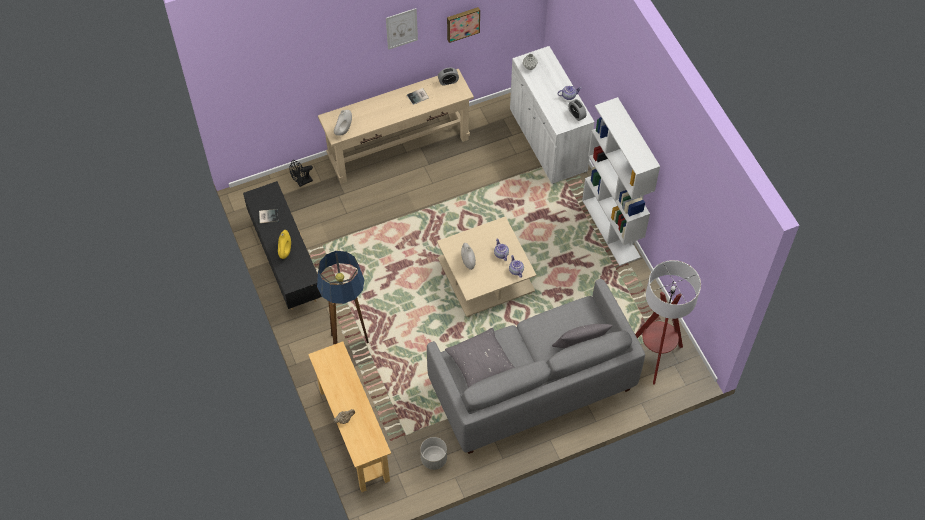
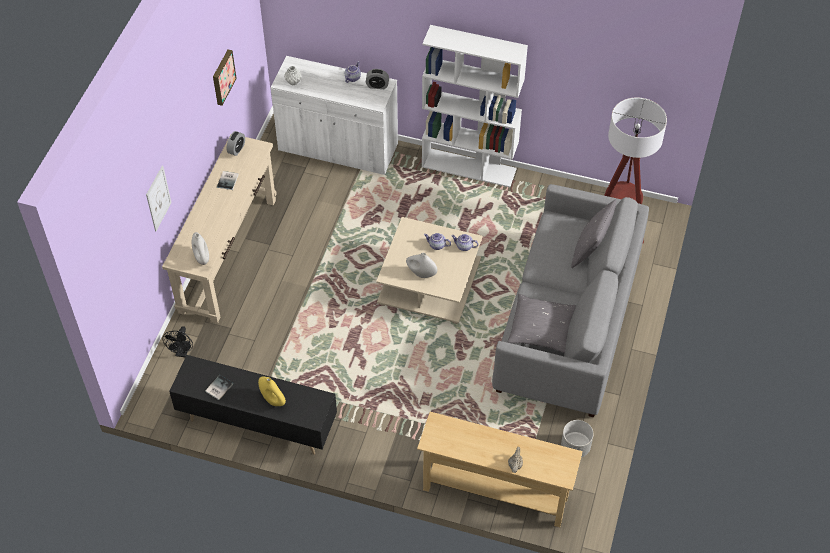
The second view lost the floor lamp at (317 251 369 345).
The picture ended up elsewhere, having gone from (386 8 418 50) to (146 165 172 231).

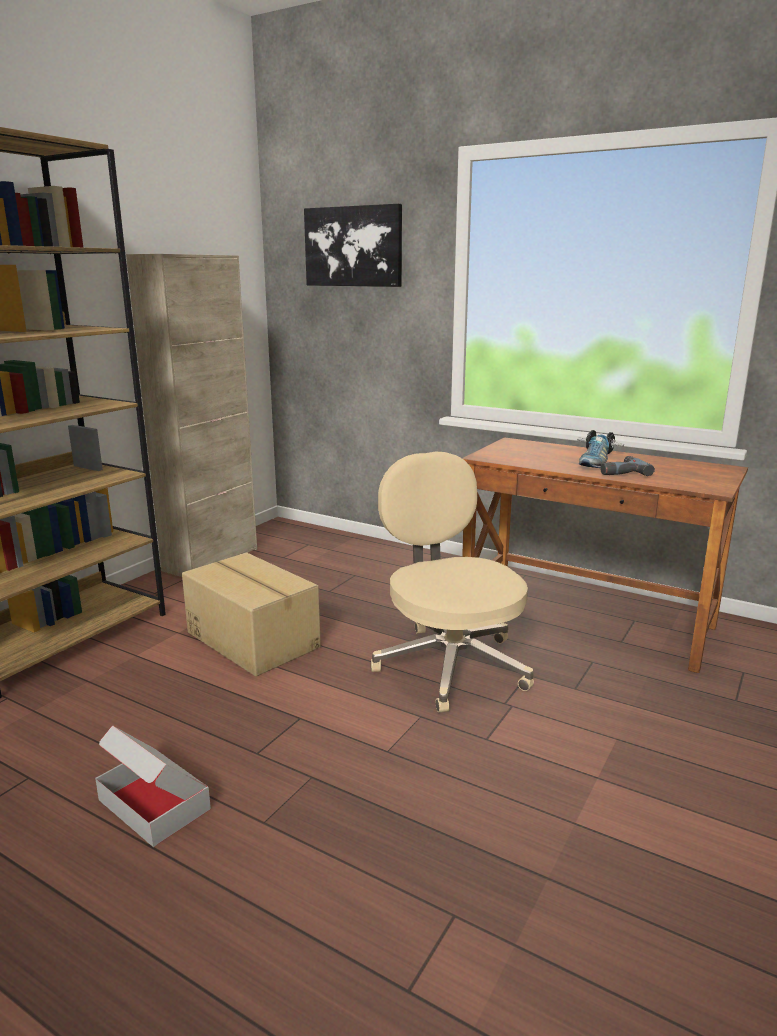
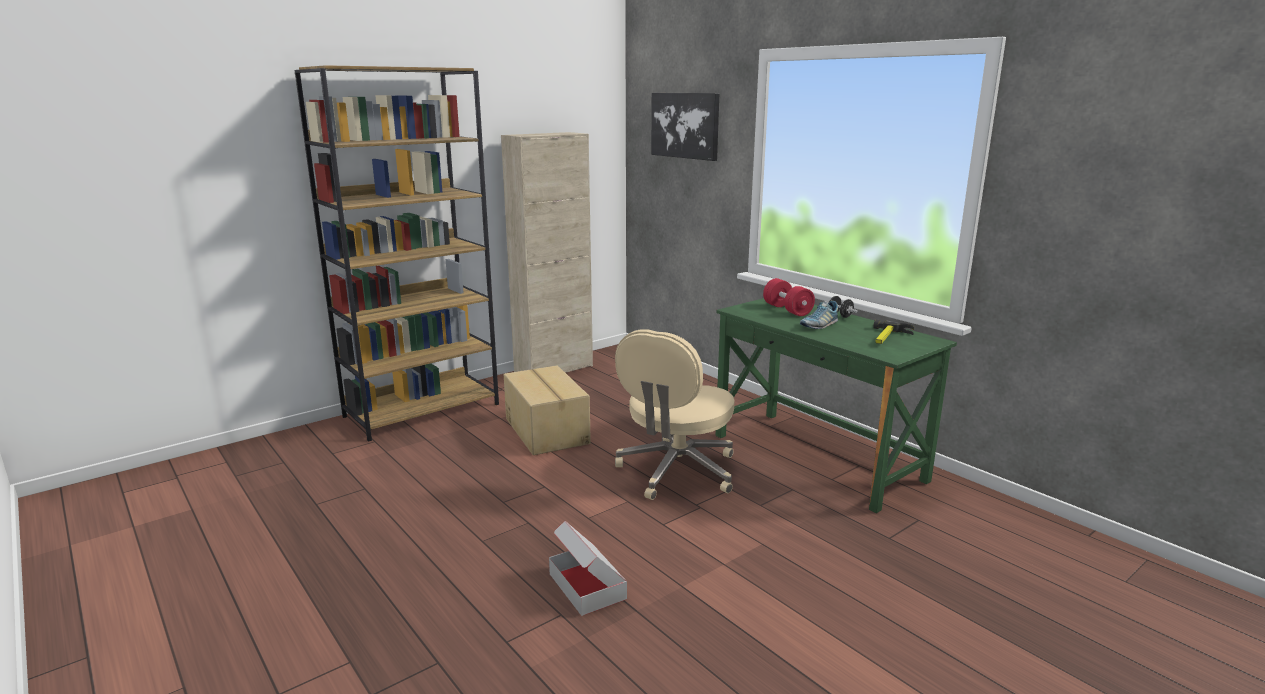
The cardboard box ended up elsewhere, having gone from (95 725 211 847) to (549 521 627 616).
The beige office chair at (371 452 534 713) ended up facing another way, 150 degrees counterclockwise from before.
What was the brown desk at (462 437 748 673) turned into the green desk at (716 298 957 513).
The second view lost the power drill at (601 456 655 476).
The second view gained the red dumbbell at (763 278 815 316).
The second view gained the hammer at (874 319 914 344).

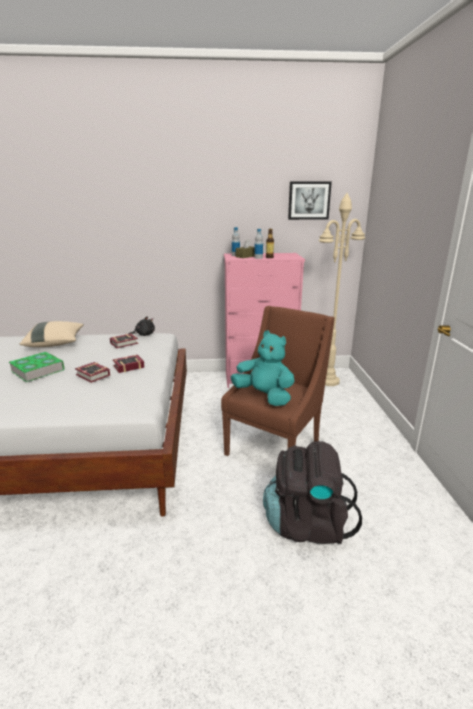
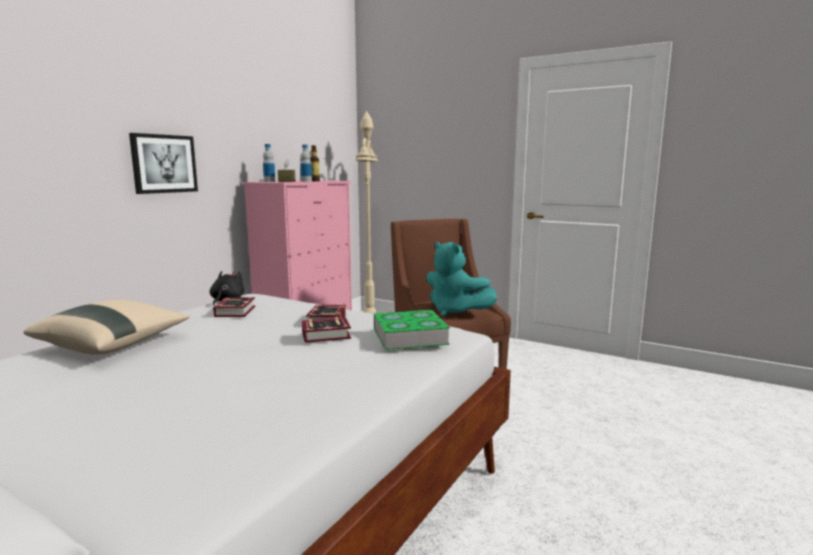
The book ended up elsewhere, having gone from (9 352 65 382) to (374 310 450 350).
The turquoise plush toy at (231 331 294 406) ended up facing another way, 120 degrees counterclockwise from before.
The second view lost the black backpack at (263 441 362 544).
The picture ended up elsewhere, having gone from (288 181 332 220) to (129 133 198 194).

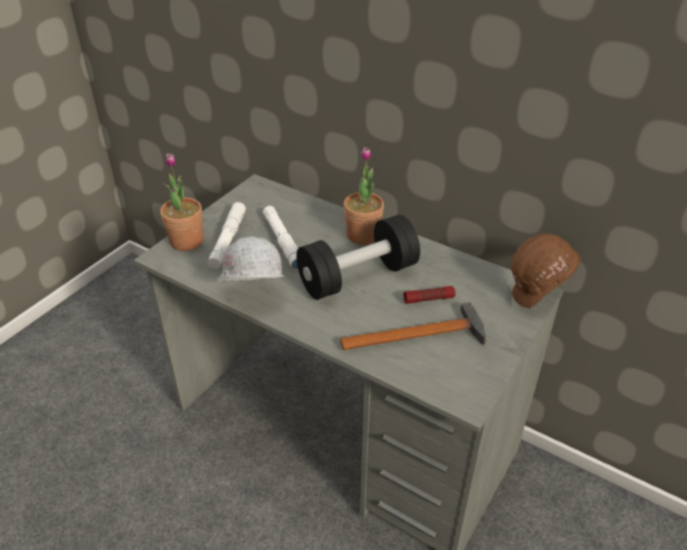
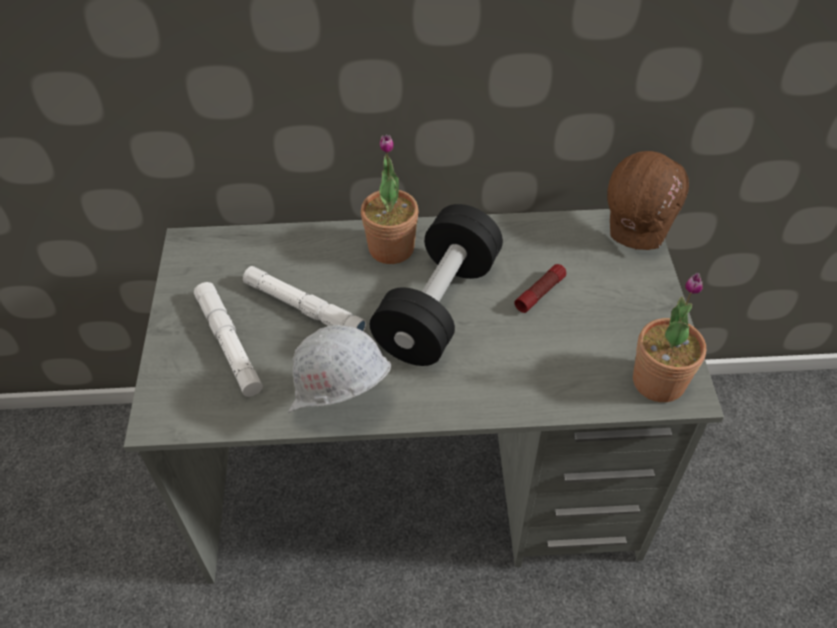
The potted plant ended up elsewhere, having gone from (160 154 203 251) to (633 273 706 402).
The second view lost the hammer at (340 302 486 350).

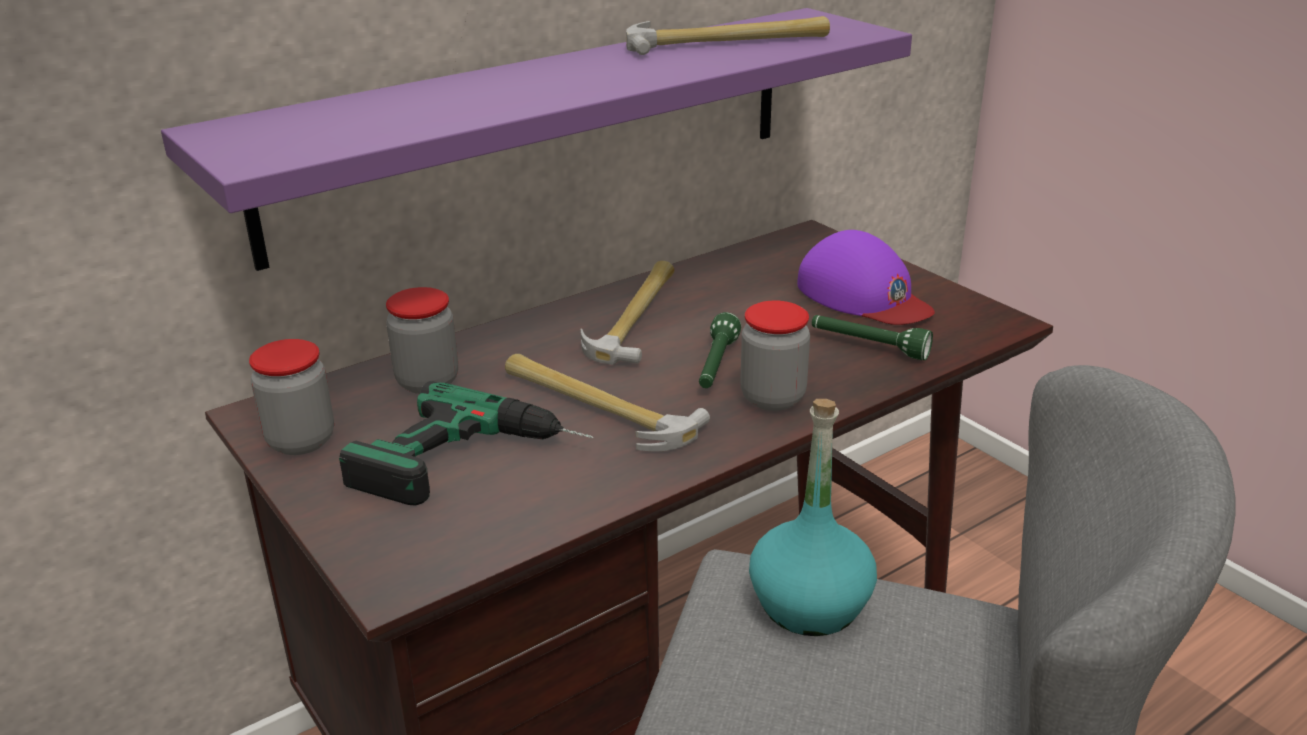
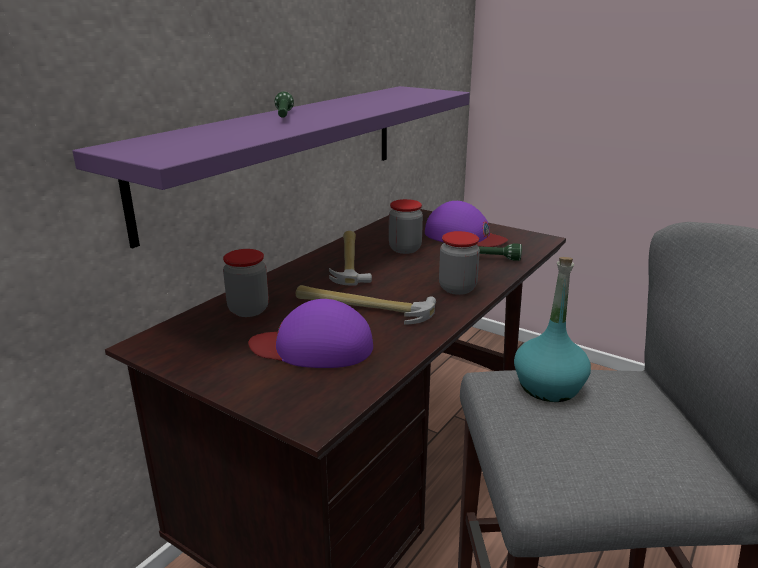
The jar ended up elsewhere, having gone from (249 339 334 455) to (389 199 423 254).
Where the power drill stood at (339 381 594 505), the purple cap came to stand at (249 299 373 368).
The second view lost the hammer at (626 16 830 55).
The green flashlight ended up elsewhere, having gone from (699 312 741 388) to (275 91 294 118).

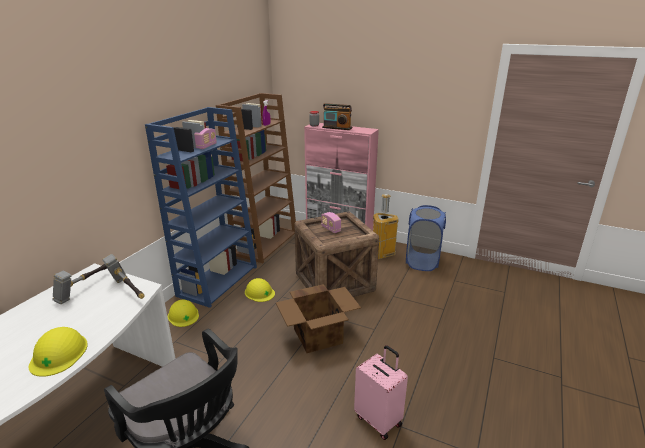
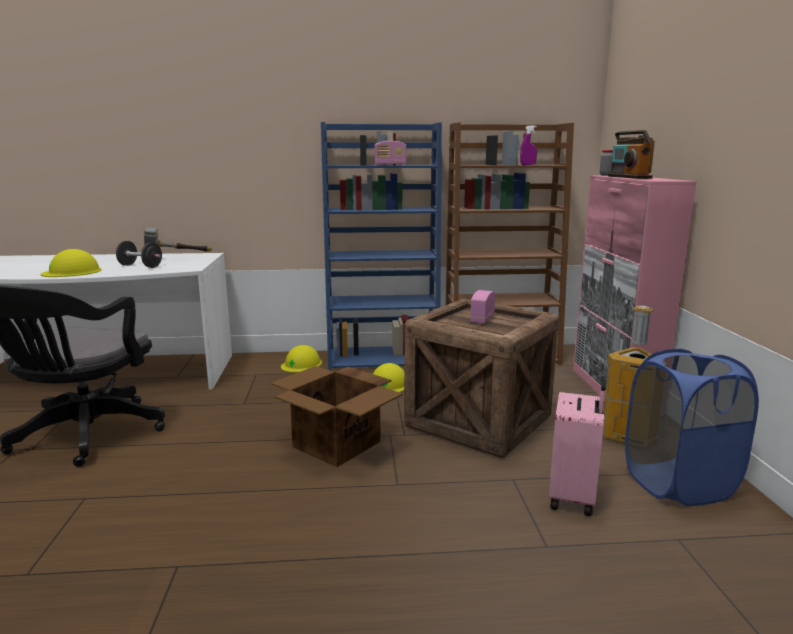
The second view lost the hammer at (102 254 144 299).
The pink suitcase ended up elsewhere, having gone from (354 345 408 440) to (549 376 606 516).
The second view gained the black dumbbell at (116 241 162 268).

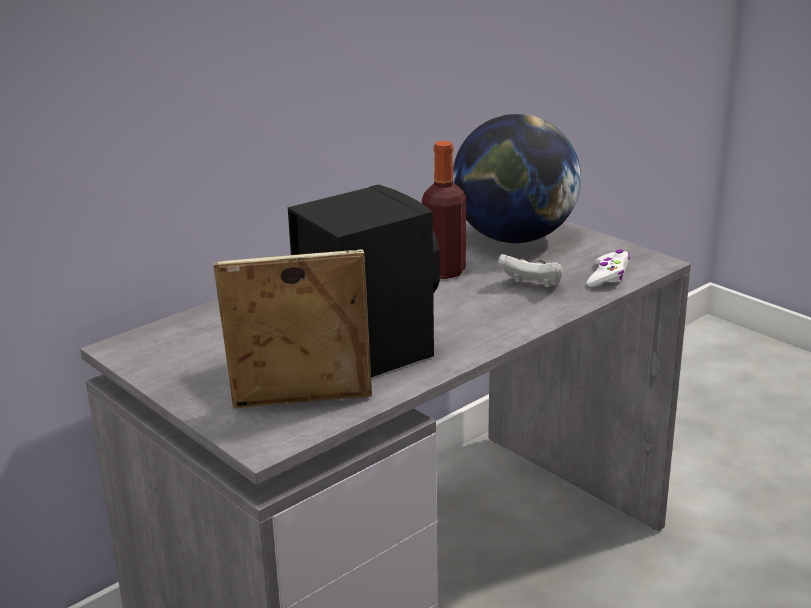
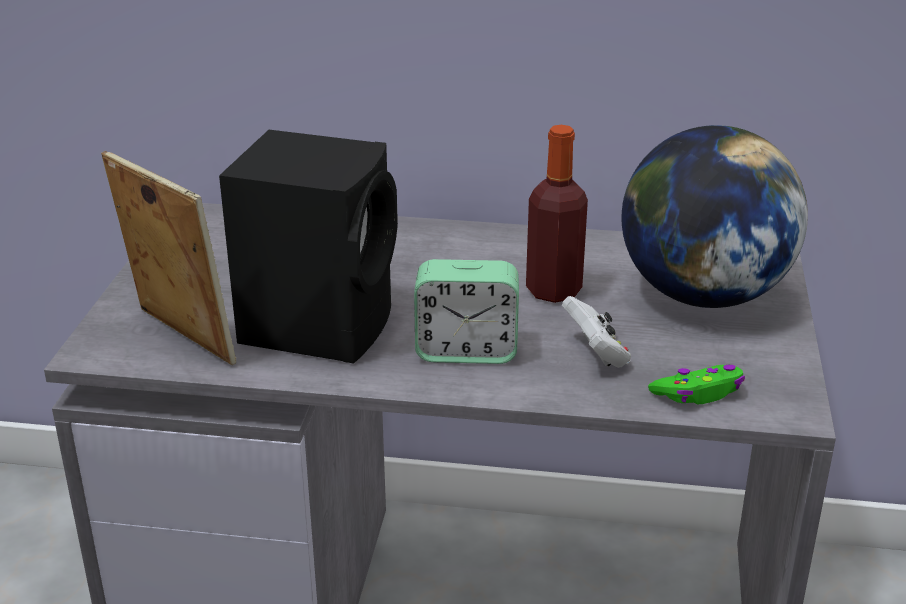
What was the white game controller at (587 249 630 287) turned into the green game controller at (648 364 745 404).
The second view gained the alarm clock at (414 259 519 364).

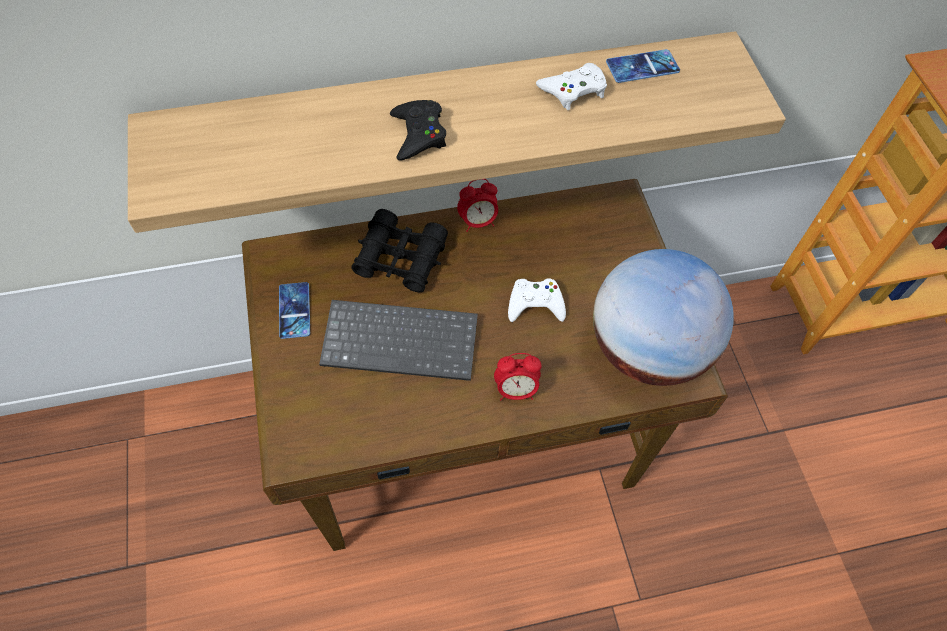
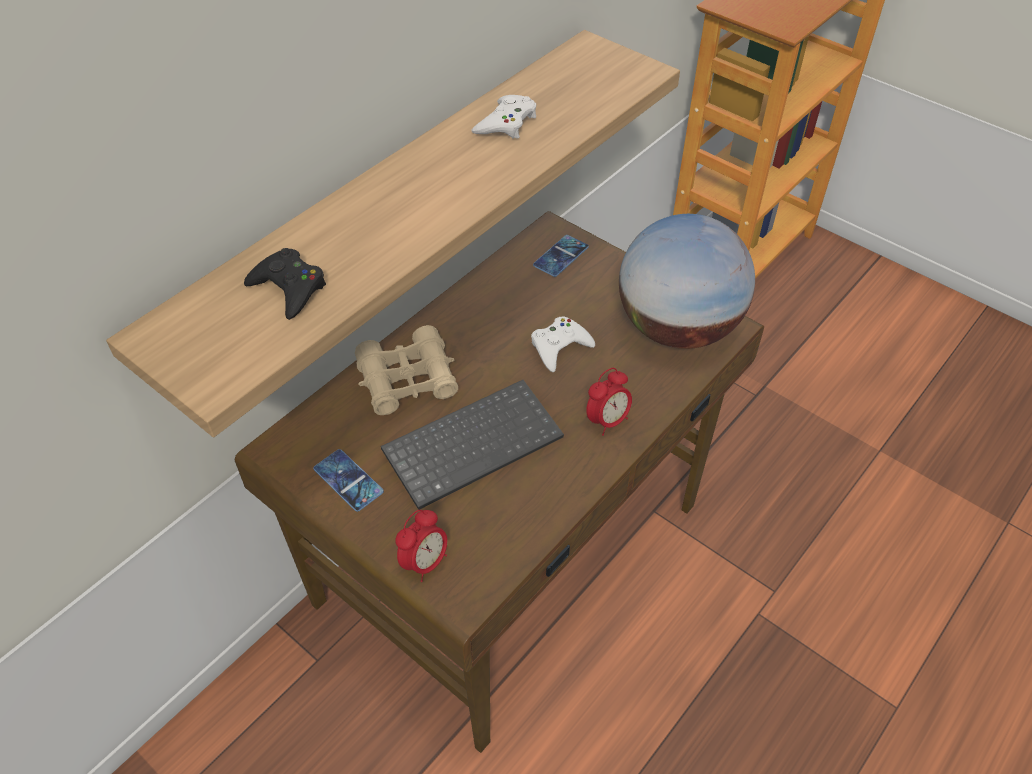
What was the black binoculars at (351 209 448 293) turned into the beige binoculars at (355 325 458 415).
The black game controller ended up elsewhere, having gone from (390 100 446 160) to (244 248 326 320).
The alarm clock ended up elsewhere, having gone from (457 179 498 232) to (395 510 447 582).
The phone ended up elsewhere, having gone from (606 49 680 83) to (533 235 589 277).

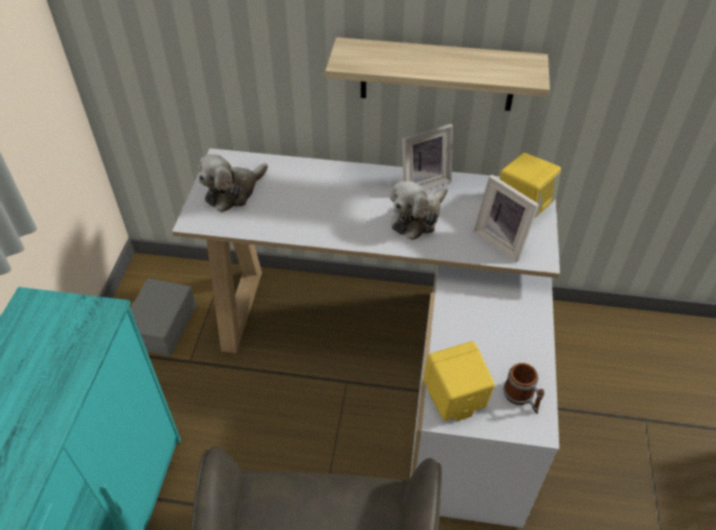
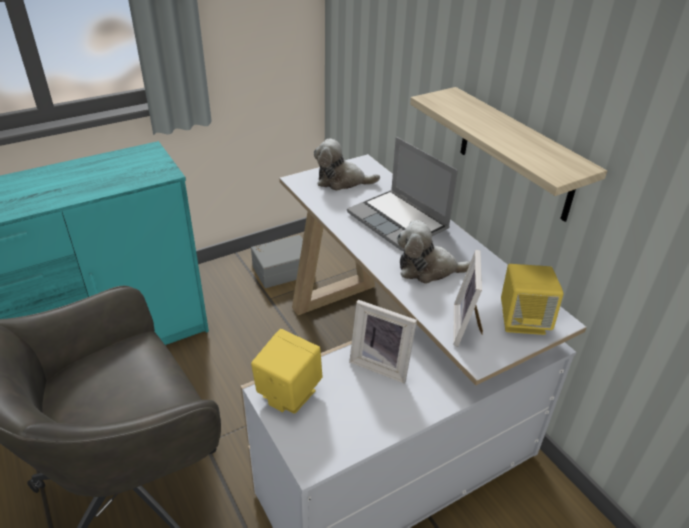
The picture frame ended up elsewhere, having gone from (402 124 453 190) to (349 300 417 383).
The second view lost the mug at (503 363 544 414).
The second view gained the laptop at (347 137 458 251).

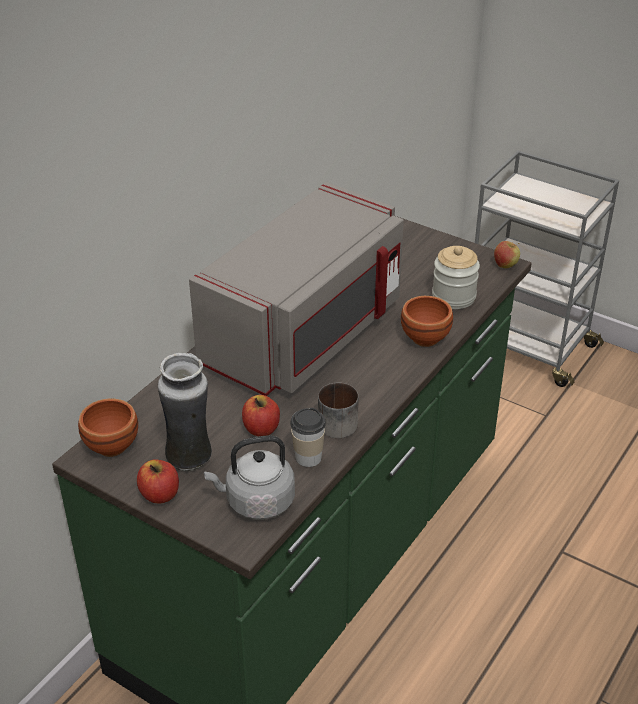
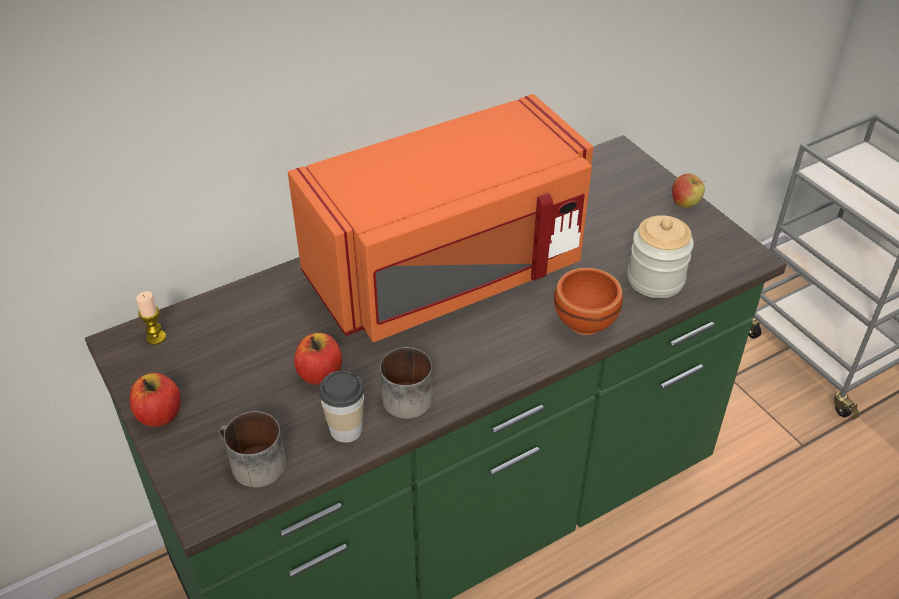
Where the brown bowl stood at (78 398 138 457), the candle came to stand at (136 291 166 345).
The second view lost the vase at (158 353 212 471).
What was the grey microwave at (189 182 404 396) turned into the orange microwave at (288 94 593 342).
Where the grey kettle stood at (204 435 295 520), the mug came to stand at (218 411 286 487).
The apple ended up elsewhere, having gone from (494 241 520 268) to (672 173 706 208).

